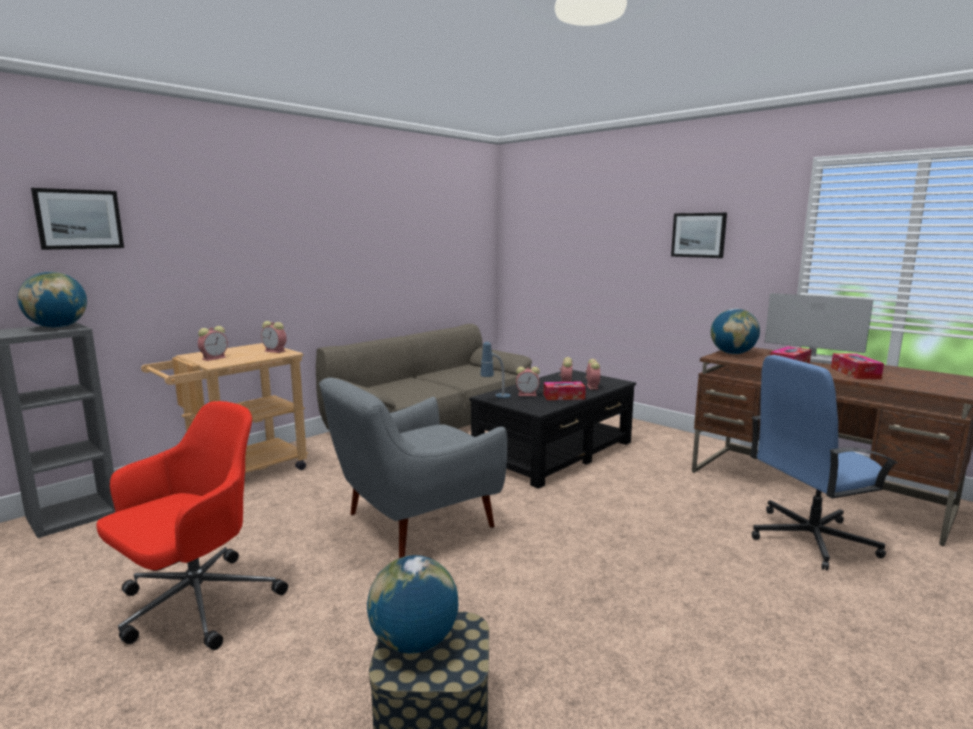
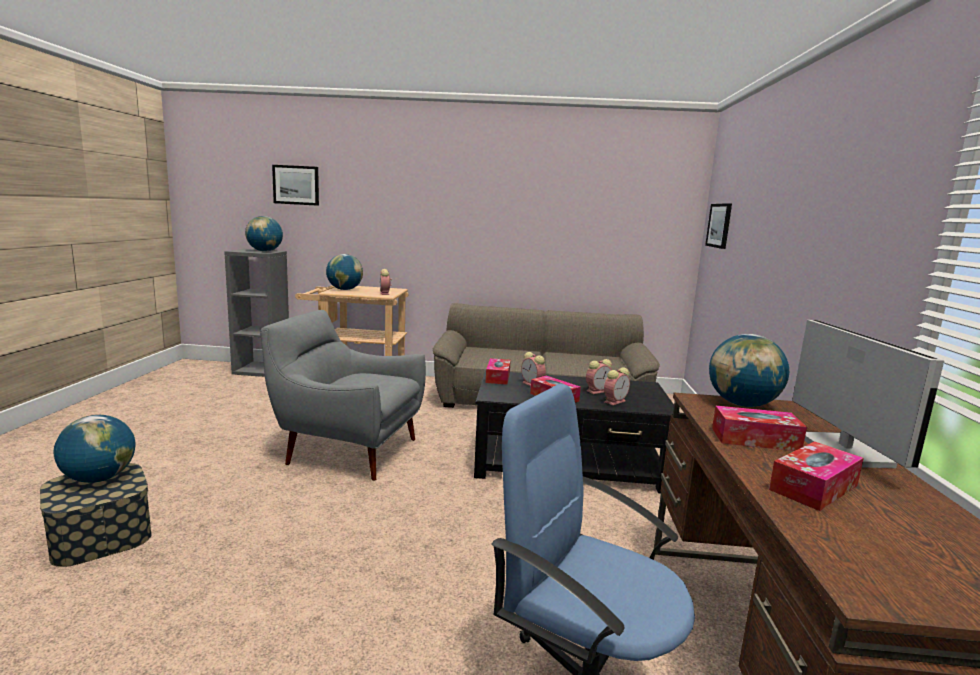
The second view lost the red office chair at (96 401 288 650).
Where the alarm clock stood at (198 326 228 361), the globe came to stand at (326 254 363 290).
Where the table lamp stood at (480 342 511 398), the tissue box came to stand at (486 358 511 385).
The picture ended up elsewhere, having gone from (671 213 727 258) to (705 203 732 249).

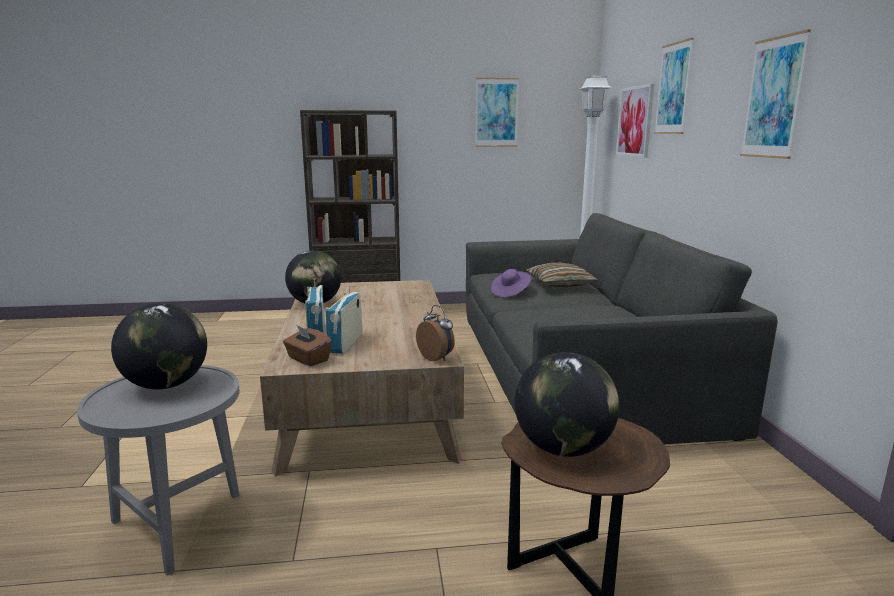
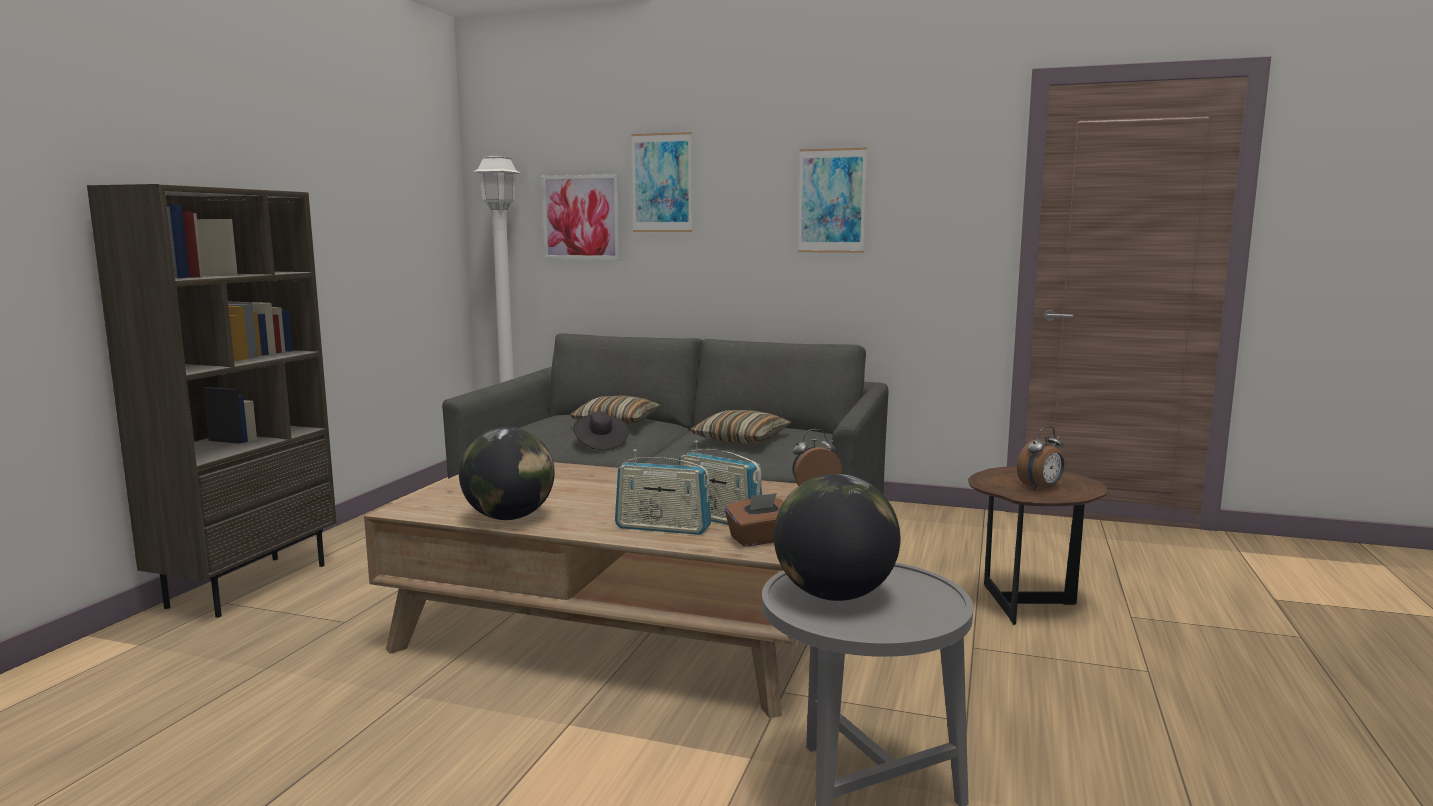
The second view lost the picture at (475 78 519 147).
What was the purple hat at (491 269 531 297) turned into the black hat at (573 411 629 450).
Where the globe stood at (515 352 619 457), the alarm clock came to stand at (1017 426 1065 491).
The second view gained the pillow at (691 410 791 443).

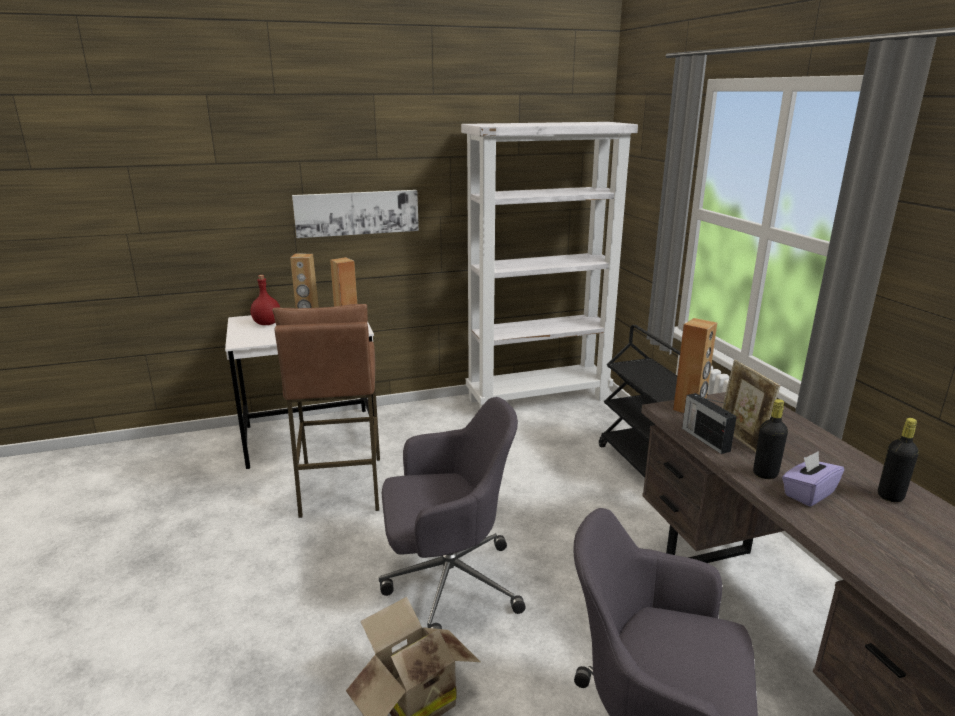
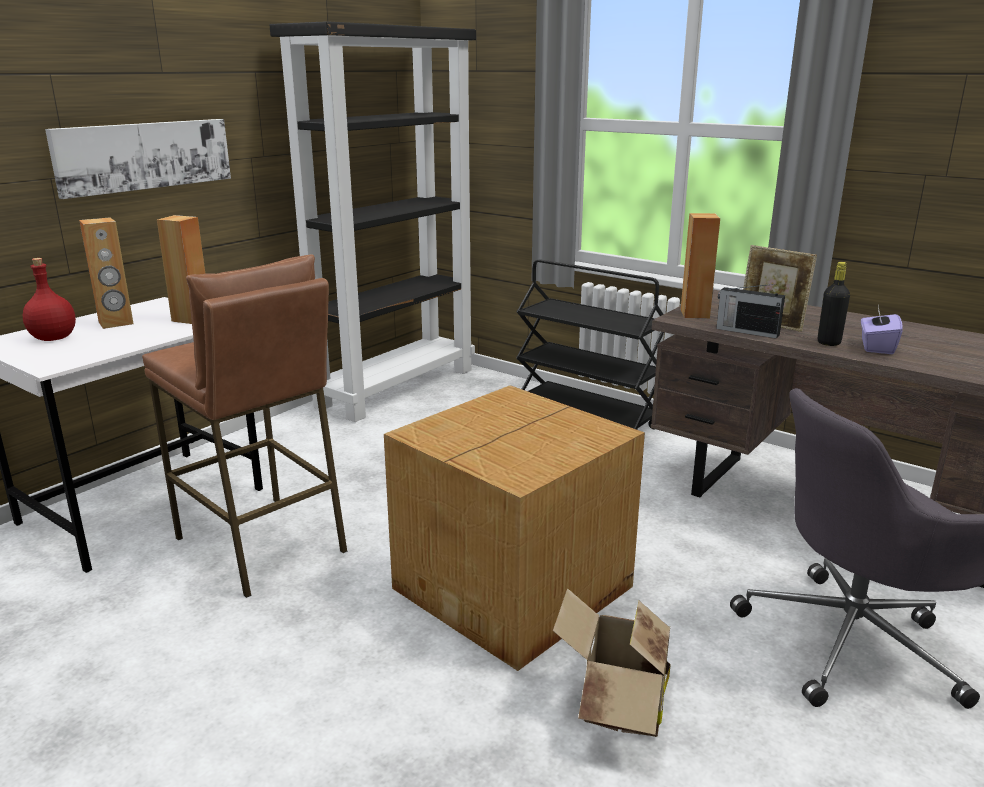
Where the grey office chair stood at (379 397 526 629), the cardboard box came to stand at (384 385 645 671).
What was the white bookcase at (461 122 638 410) turned into the black bookcase at (269 21 476 422).
The second view lost the black bottle at (878 418 919 502).

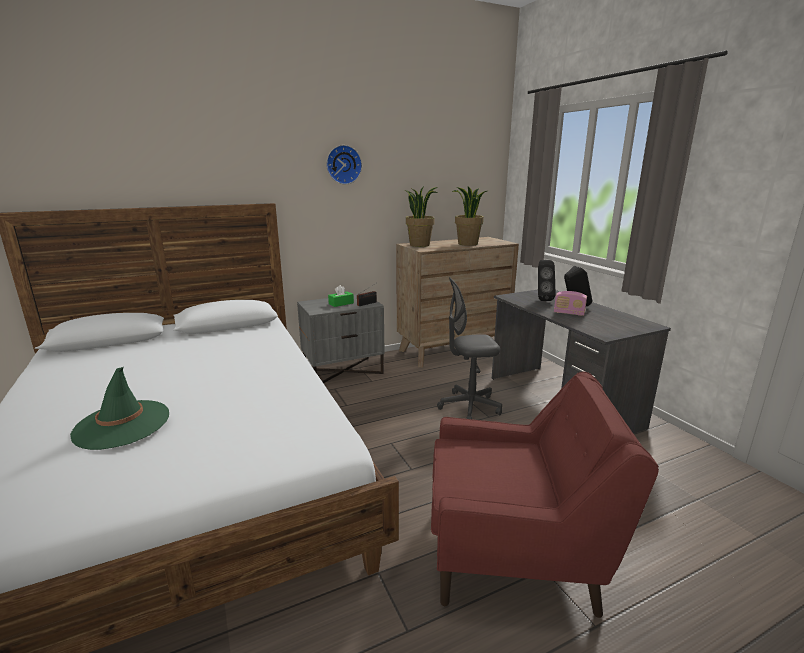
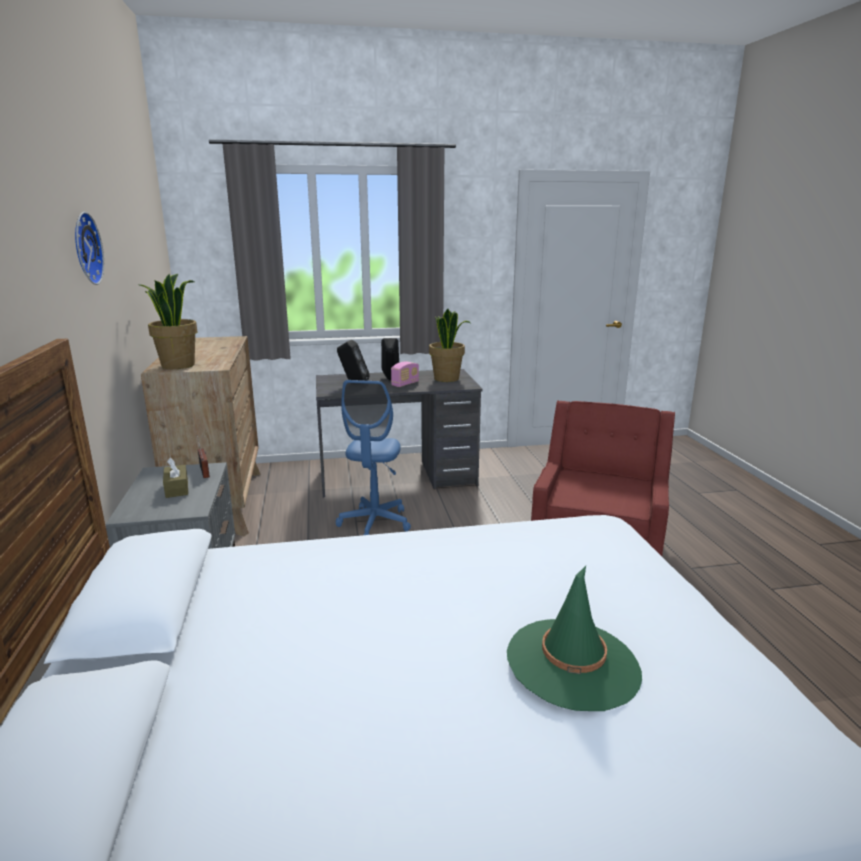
What was the green tissue box at (328 285 354 307) turned into the brown tissue box at (163 458 188 498).
What was the grey office chair at (437 277 502 419) turned into the blue office chair at (336 380 411 535).
The potted plant ended up elsewhere, having gone from (452 186 487 246) to (429 309 470 382).

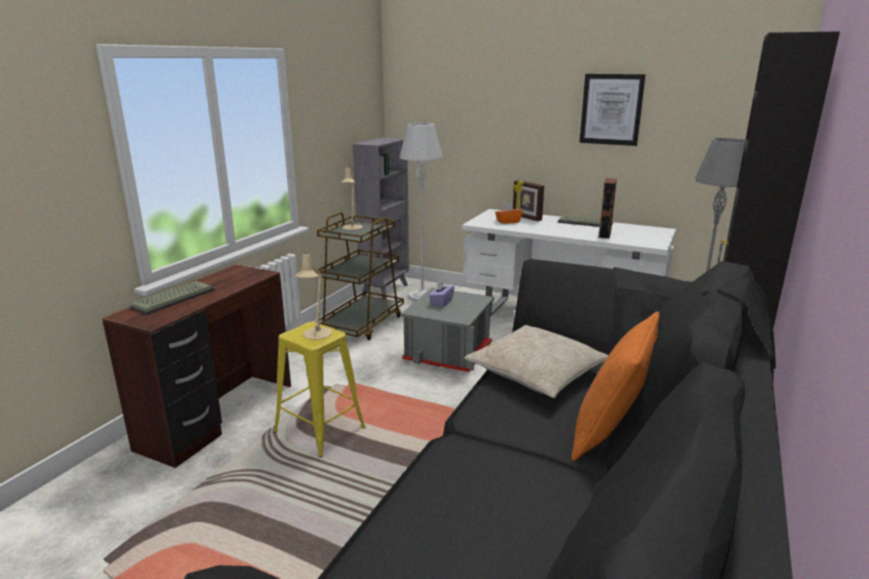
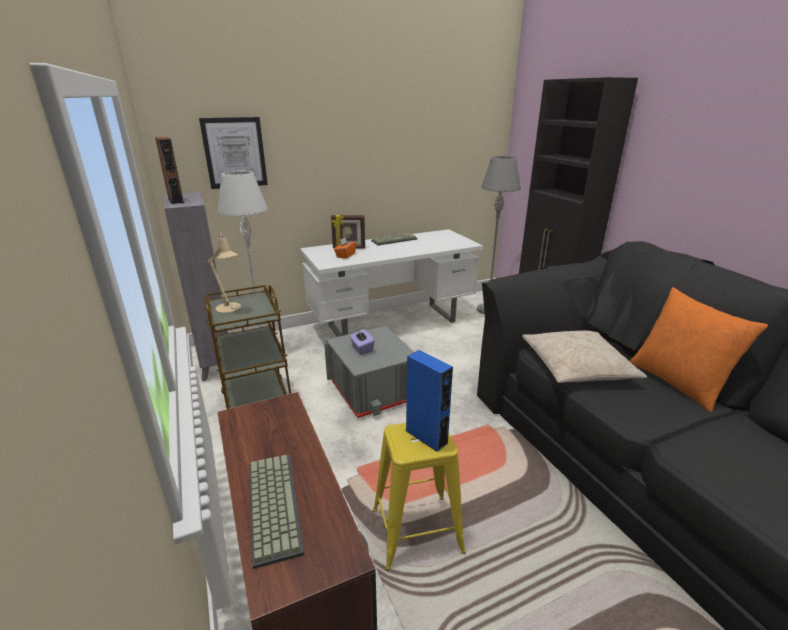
Where the beige table lamp stood at (295 247 332 340), the blue speaker came to stand at (405 350 453 452).
The picture ended up elsewhere, having gone from (579 74 646 146) to (199 117 268 189).
The brown speaker ended up elsewhere, having gone from (598 178 617 239) to (155 137 184 204).

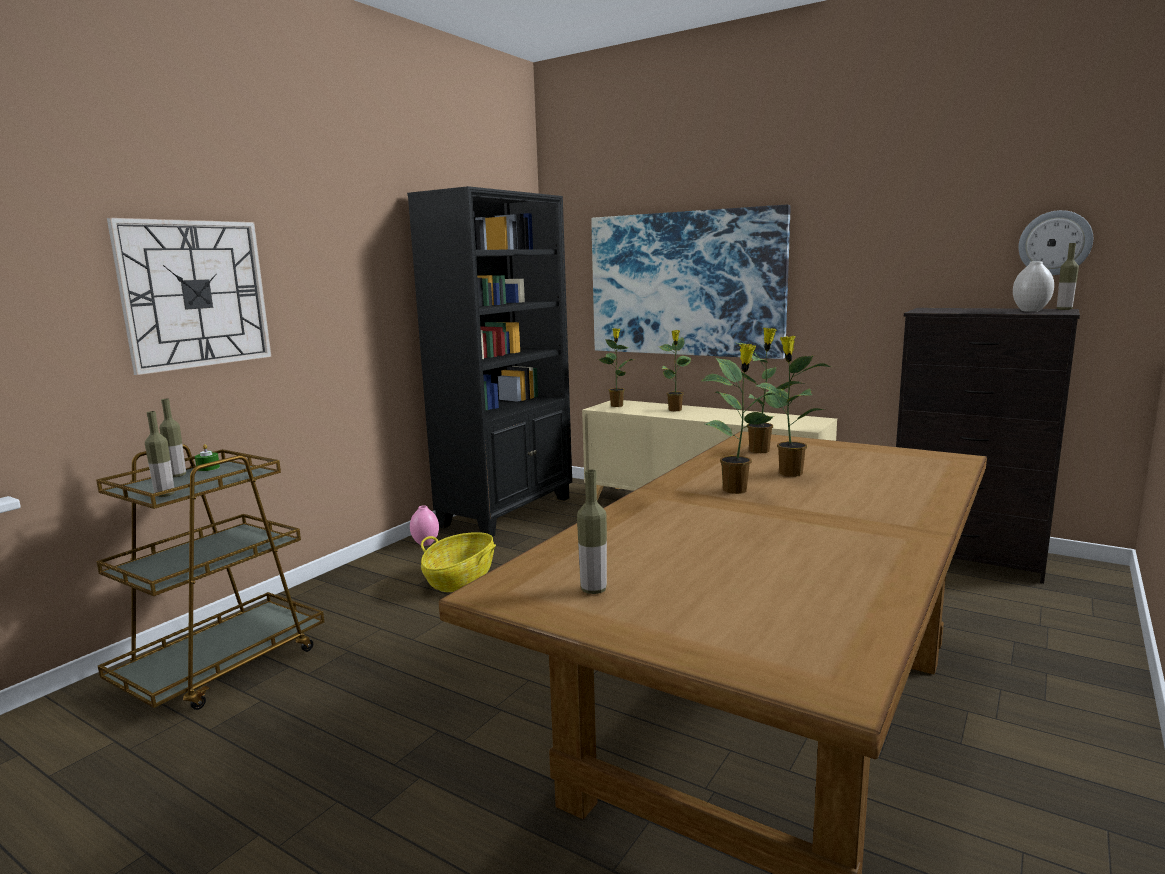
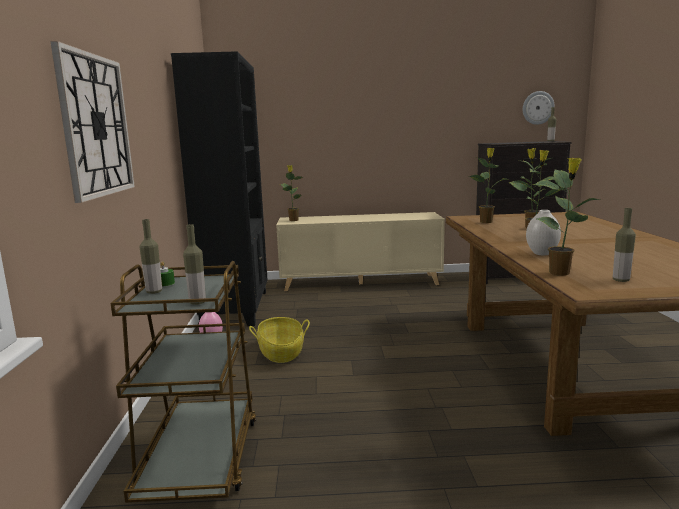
The second view lost the picture at (591 205 791 359).
The potted plant ended up elsewhere, having gone from (660 330 691 411) to (533 158 601 276).
The white vase ended up elsewhere, having gone from (1013 261 1054 312) to (526 210 561 255).

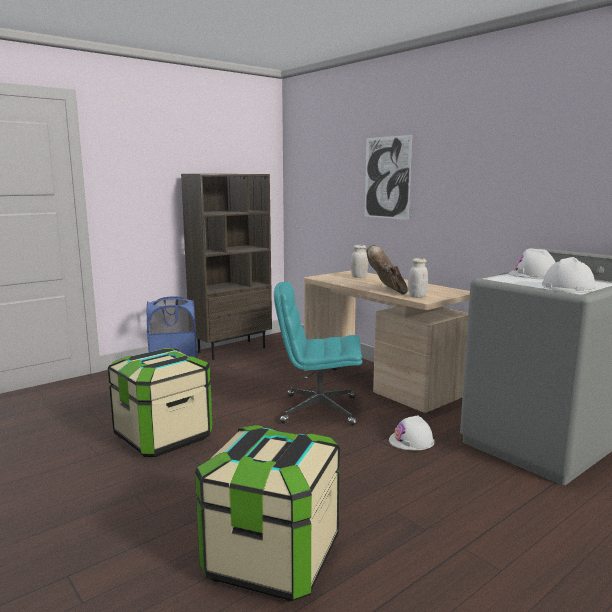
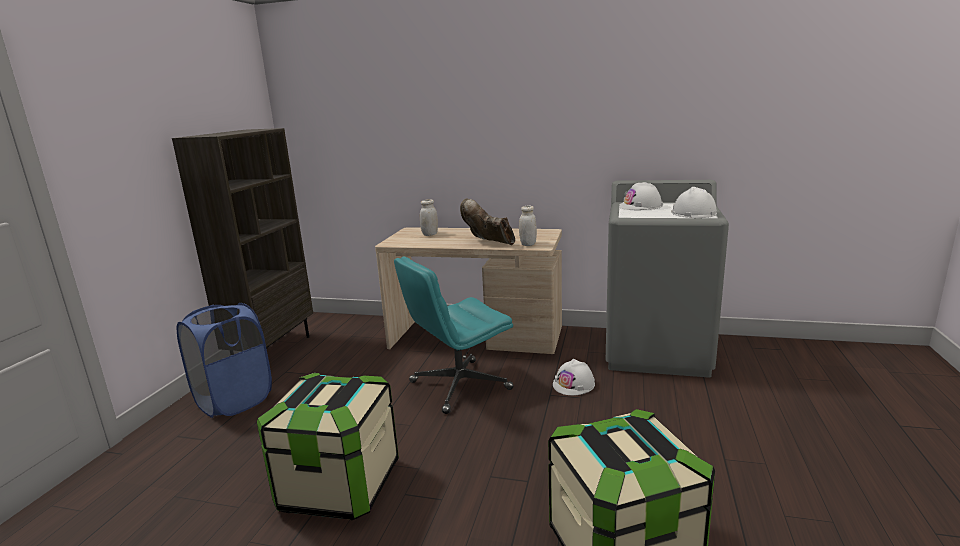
The second view lost the picture at (365 135 412 220).

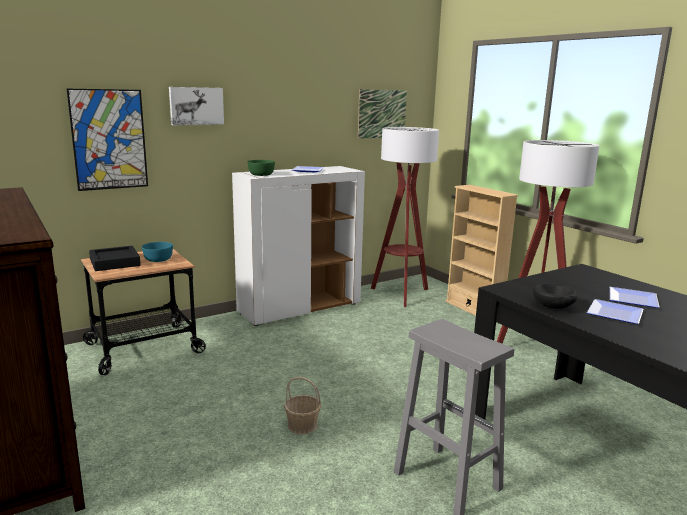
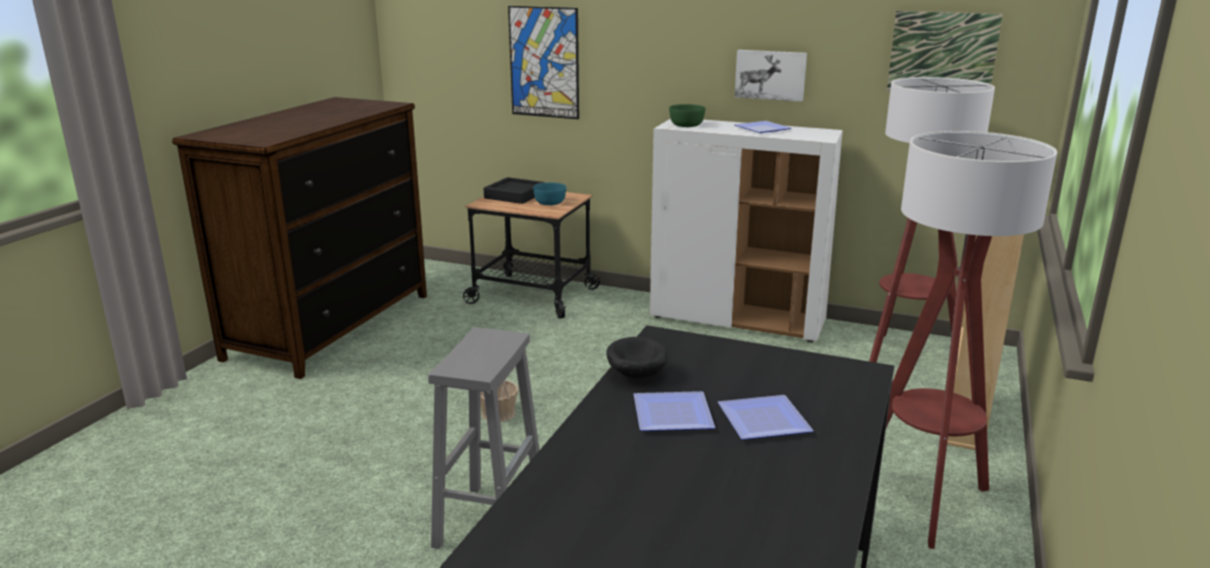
The picture ended up elsewhere, having gone from (169 87 224 125) to (735 50 807 102).

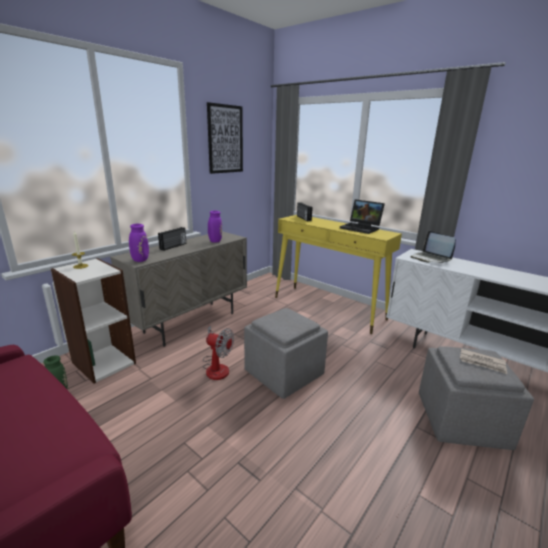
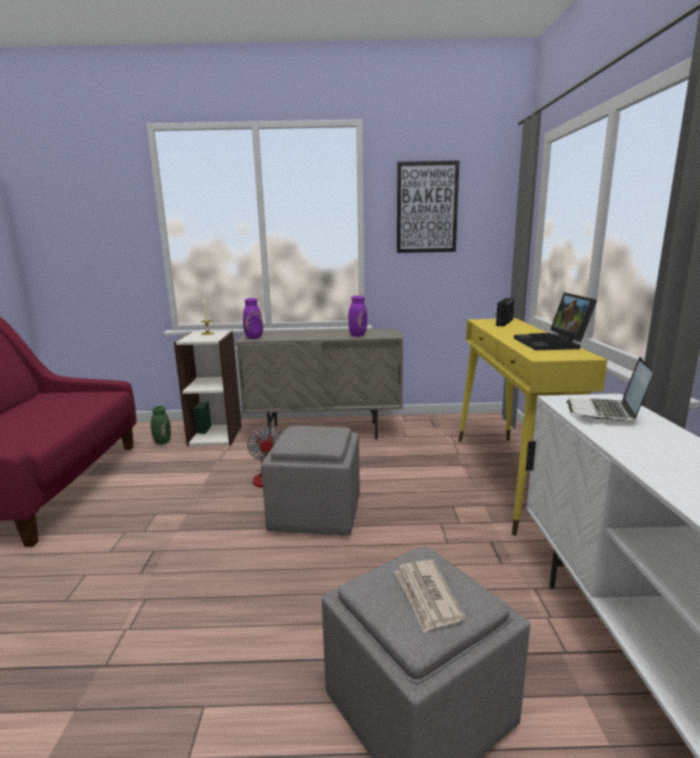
The second view lost the radio at (158 227 186 251).

